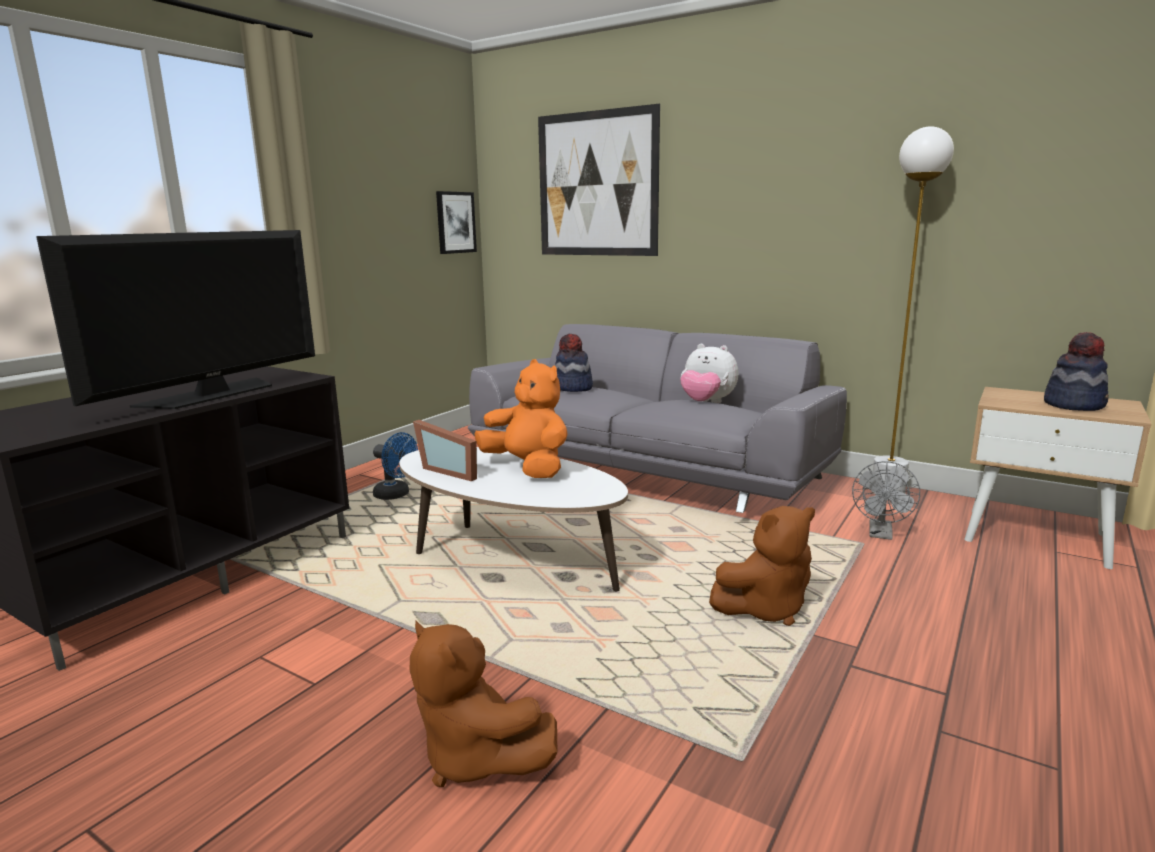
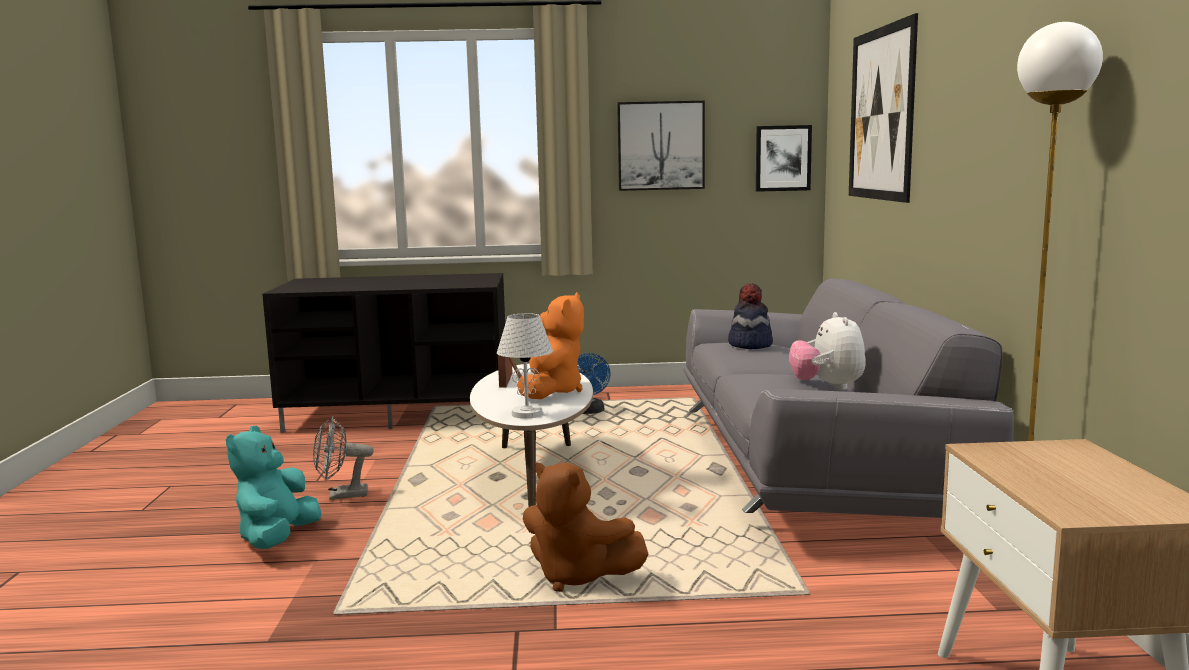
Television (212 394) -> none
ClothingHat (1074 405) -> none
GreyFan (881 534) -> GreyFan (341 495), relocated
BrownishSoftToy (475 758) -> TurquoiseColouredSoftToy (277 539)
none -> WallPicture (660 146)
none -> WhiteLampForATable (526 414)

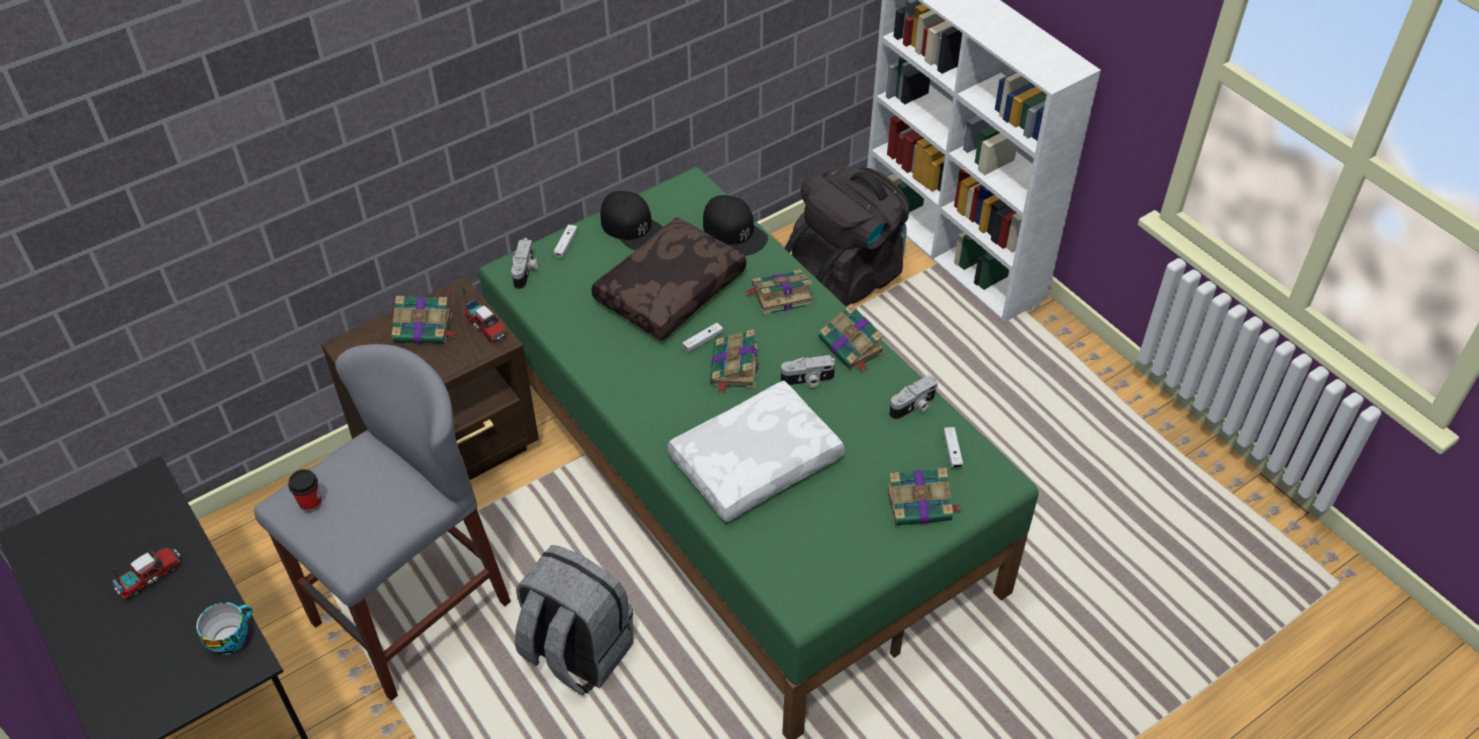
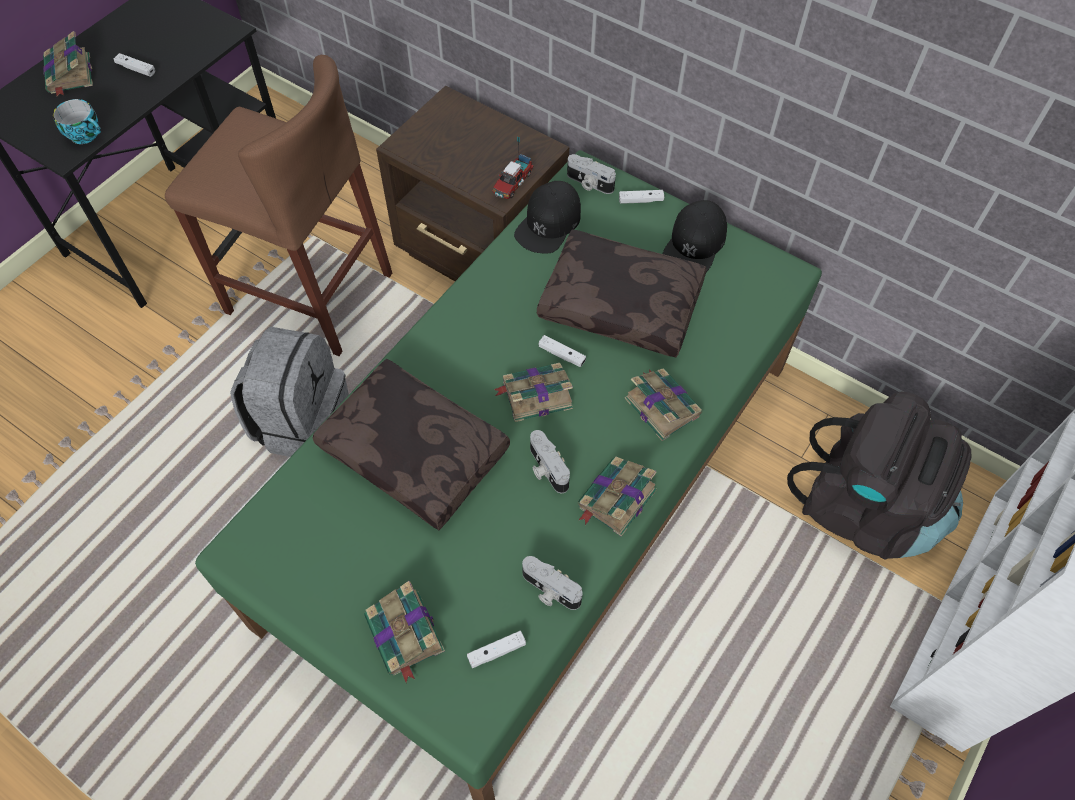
BlackishPeakedCap (734 232) -> BlackishPeakedCap (548 223), relocated
PhotoCamera (526 272) -> PhotoCamera (589 183), 45 degrees clockwise
BoundBook (424 328) -> BoundBook (69 74), relocated
GreySittingStool (410 613) -> BrownishSittingStool (309 293)
WhiteThrowPillow (755 459) -> BrownishThrowPillow (417 451)
SmallCup (310 503) -> none
ToyLorry (150 577) -> WhiteGameController (136 69)

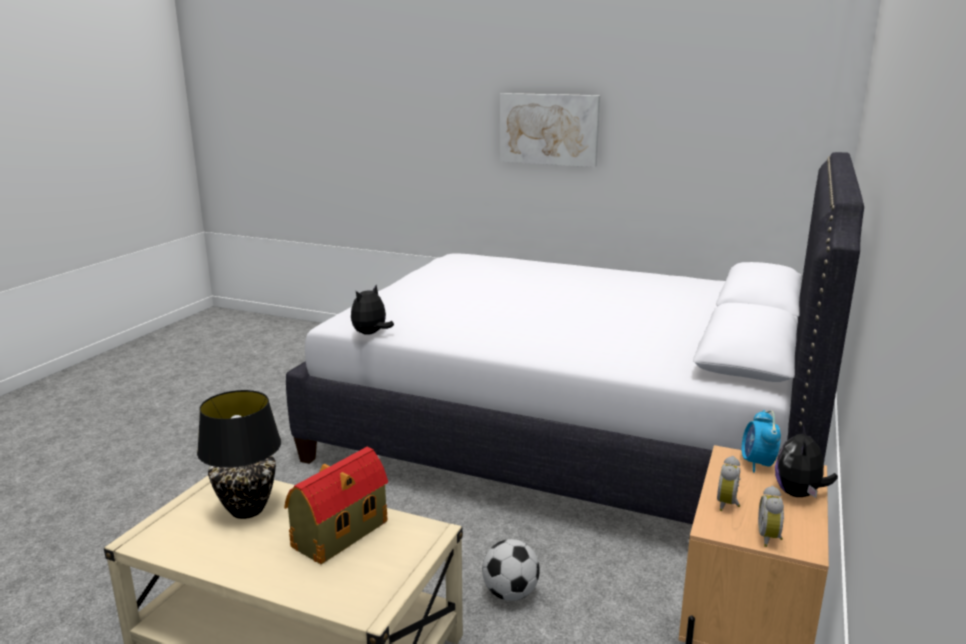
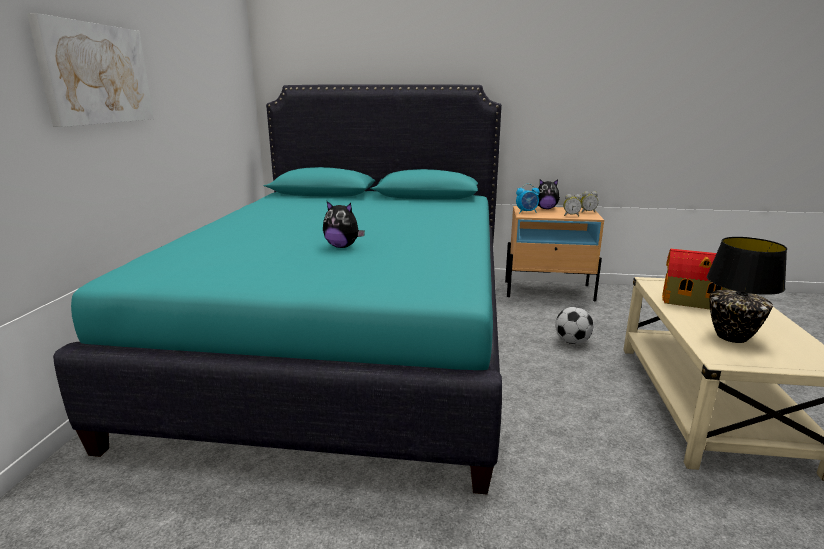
WhiteBed (570 432) -> TurquoiseColouredBed (349 340)
SoftToy (371 334) -> SoftToy (342 246), relocated

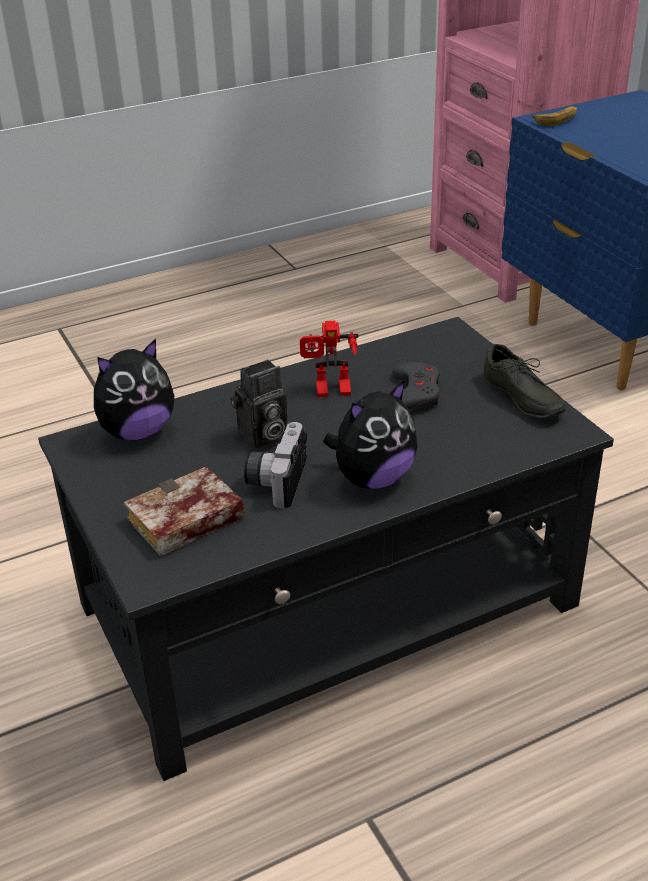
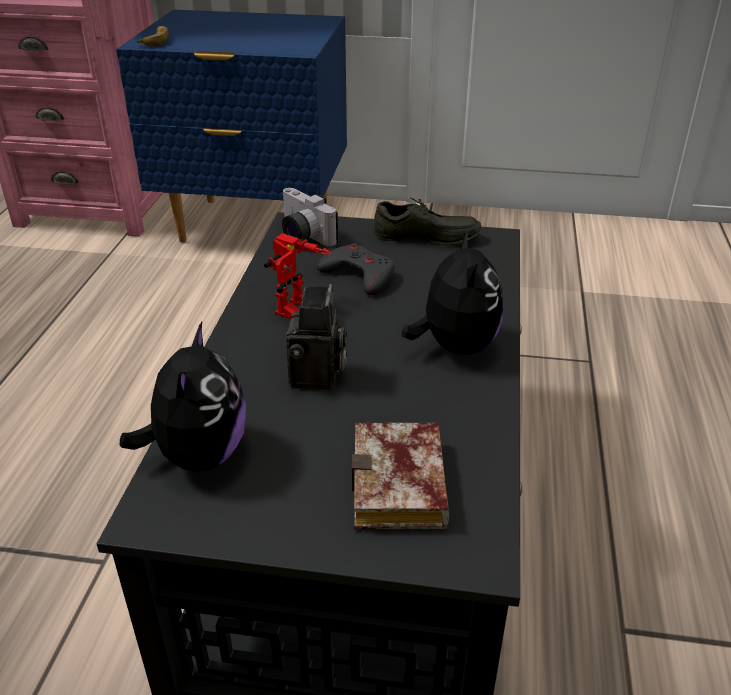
PhotoCamera (276 479) -> PhotoCamera (301 236), relocated

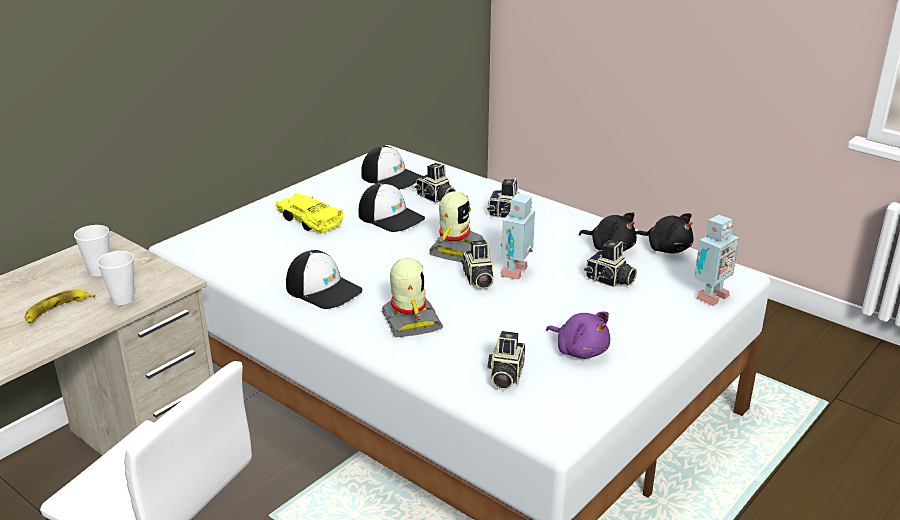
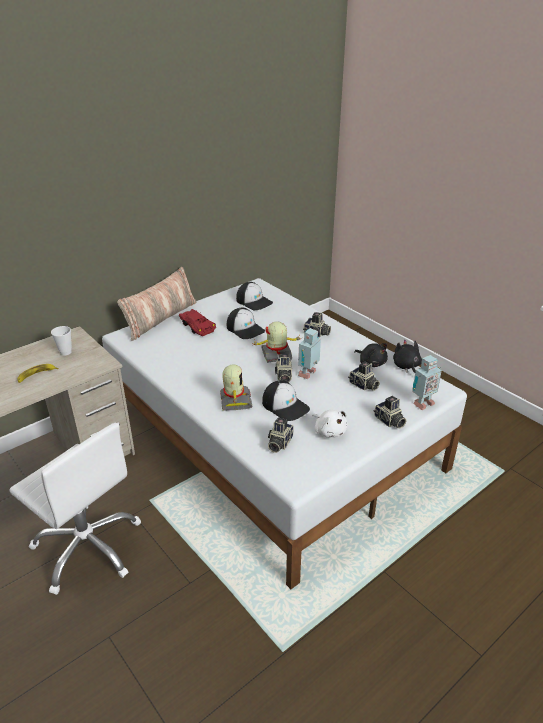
PhotoCamera (436 198) -> PhotoCamera (389 421), relocated
ModelRobot (455 250) -> ModelRobot (276 355), 135 degrees counterclockwise
YellowToyCar (309 220) -> RedColouredToyCar (197 326)
BlackishSoftToy (666 248) -> BlackishSoftToy (406 366), 150 degrees counterclockwise
PeakedCap (324 289) -> PeakedCap (285 406), relocated
SmallCup (123 299) -> none
PurpleSoftToy (580 350) -> WhiteSoftToy (329 431)
none -> ThrowPillow (160 318)

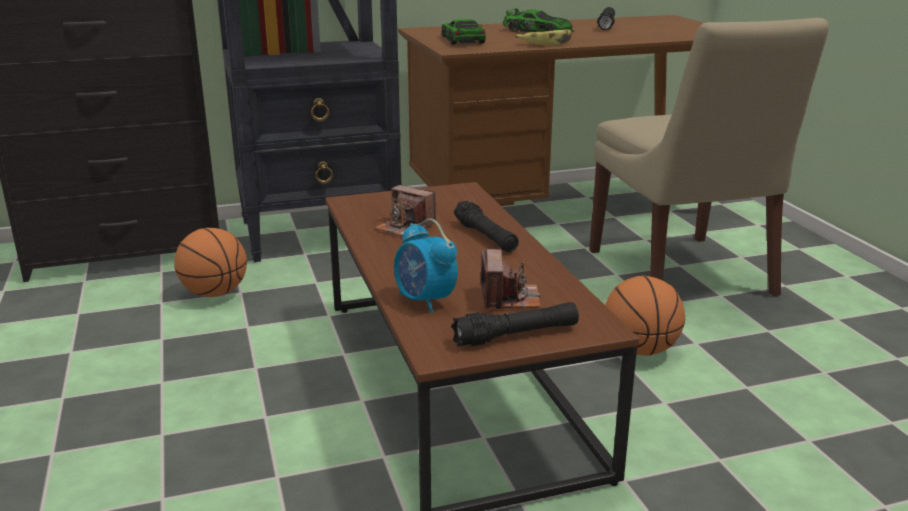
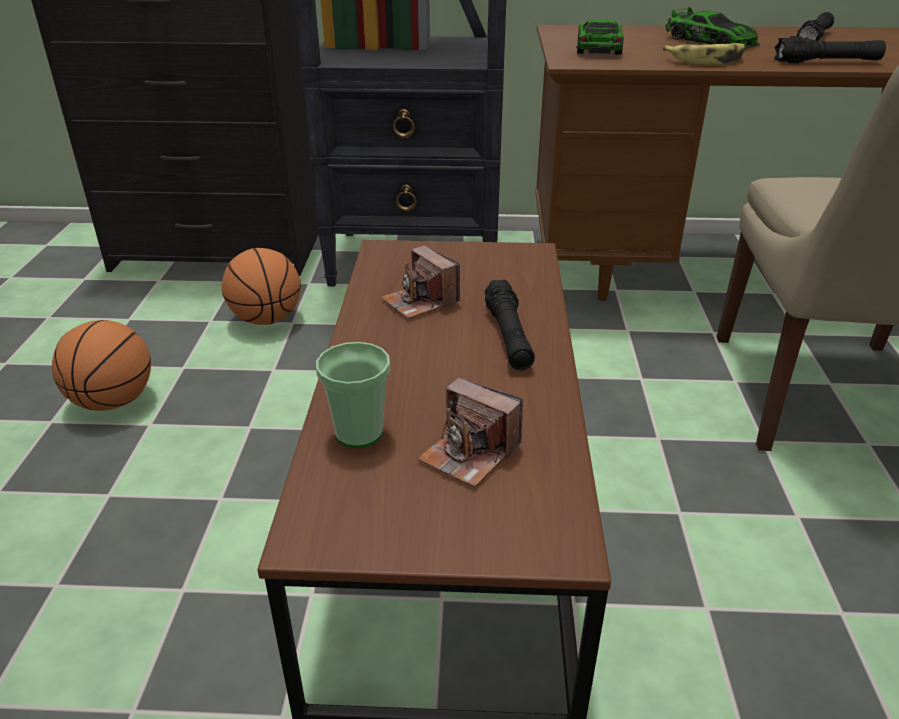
AlarmClock (425 301) -> SmallCup (358 432)
PhotoCamera (509 298) -> PhotoCamera (469 454), 105 degrees clockwise
BallForBasketball (640 350) -> BallForBasketball (113 402), relocated
BlackishTorch (516 335) -> BlackishTorch (827 62), relocated

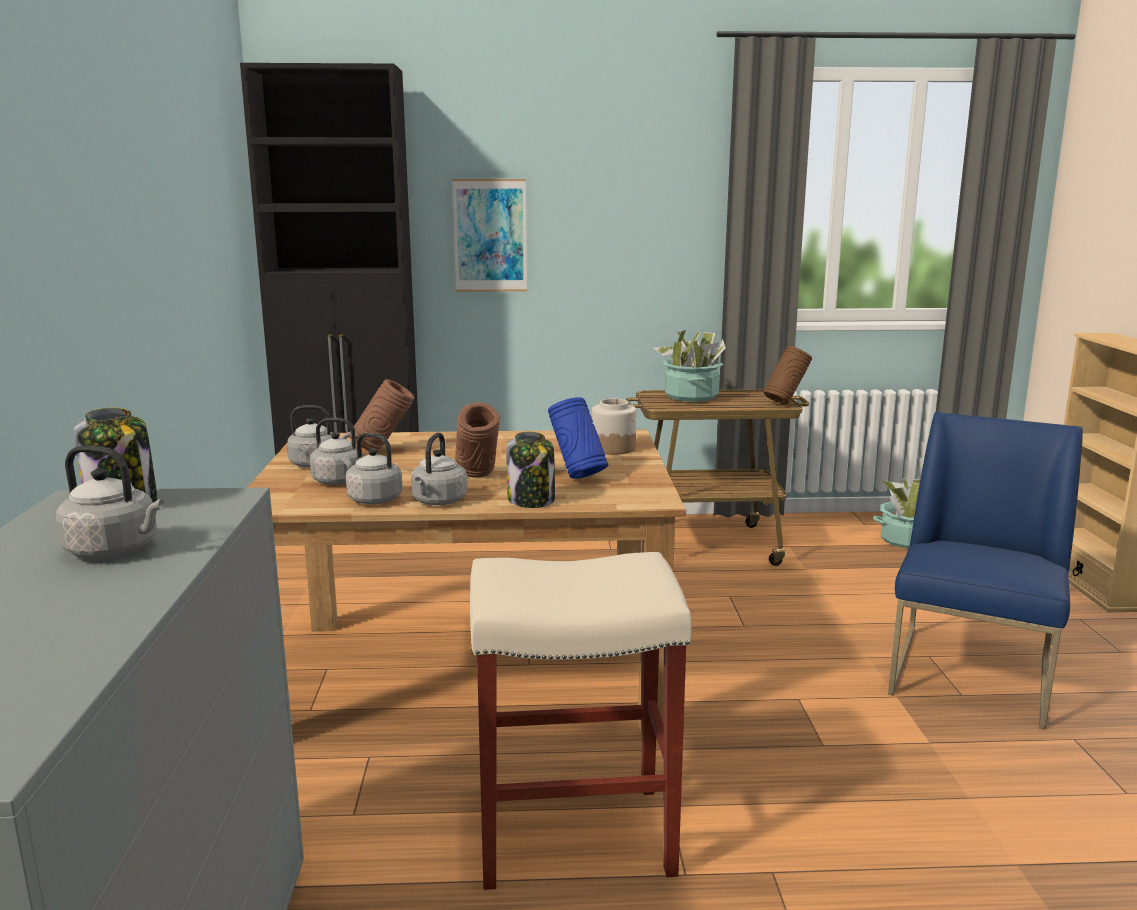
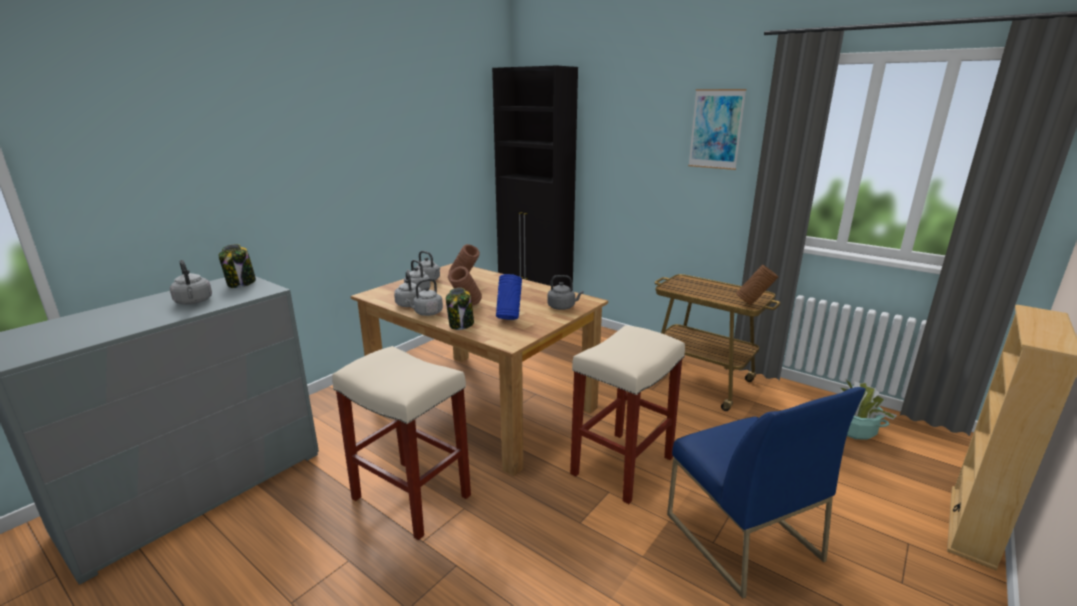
WallPicture (490 235) -> WallPicture (716 129), relocated
PottedPlant (691 396) -> none
Jar (613 448) -> GreyKettle (563 307)
BluePlainChair (972 677) -> BluePlainChair (740 536), 90 degrees clockwise
none -> BeigeColouredSittingStool (622 467)

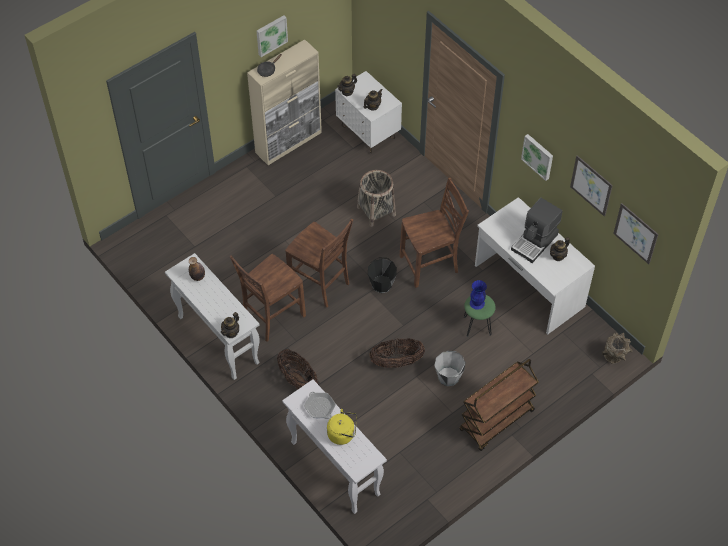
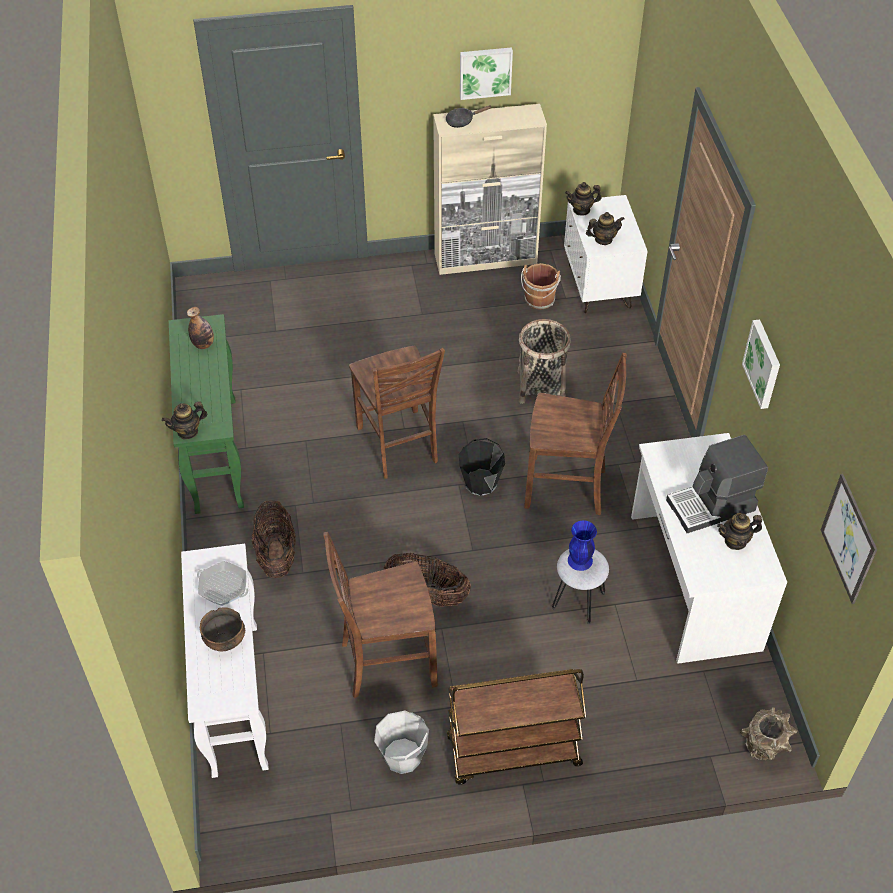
WallPicture (591 185) -> none
WhiteHallTable (217 339) -> GreenishHallTable (215 454)
BrownishPlainChair (271 317) -> BrownishPlainChair (386 662), relocated
GreenishSittingStool (477 325) -> GreySittingStool (578 600)
GreyPail (448 377) -> GreyPail (403 757), relocated
Skillet (320 407) -> Skillet (223 587), 60 degrees counterclockwise
YellowKettle (343 434) -> Bowl (225 640)
none -> BrownishPail (539 300)

